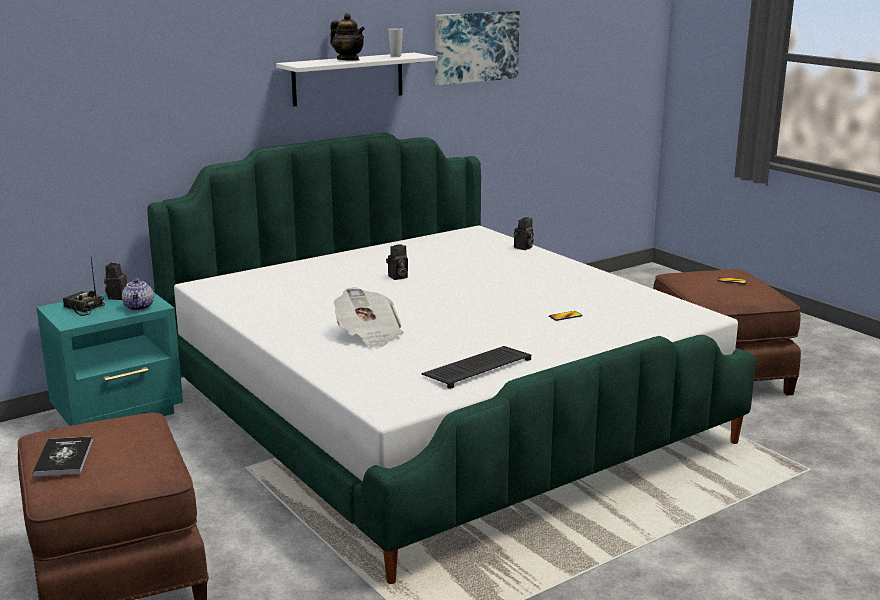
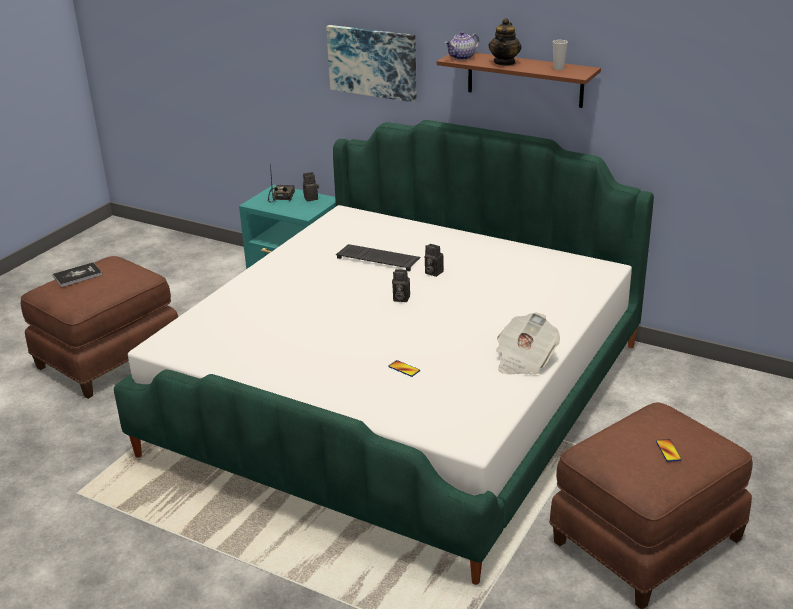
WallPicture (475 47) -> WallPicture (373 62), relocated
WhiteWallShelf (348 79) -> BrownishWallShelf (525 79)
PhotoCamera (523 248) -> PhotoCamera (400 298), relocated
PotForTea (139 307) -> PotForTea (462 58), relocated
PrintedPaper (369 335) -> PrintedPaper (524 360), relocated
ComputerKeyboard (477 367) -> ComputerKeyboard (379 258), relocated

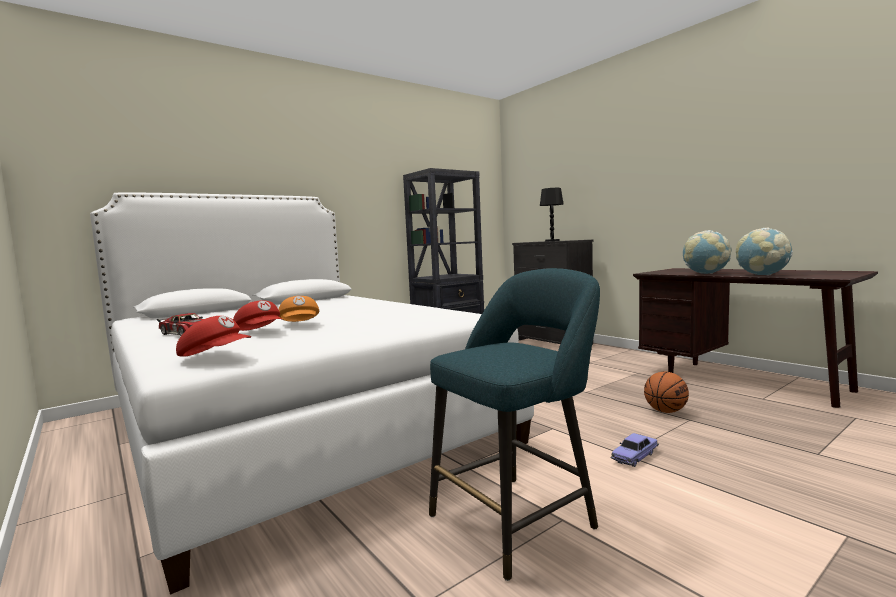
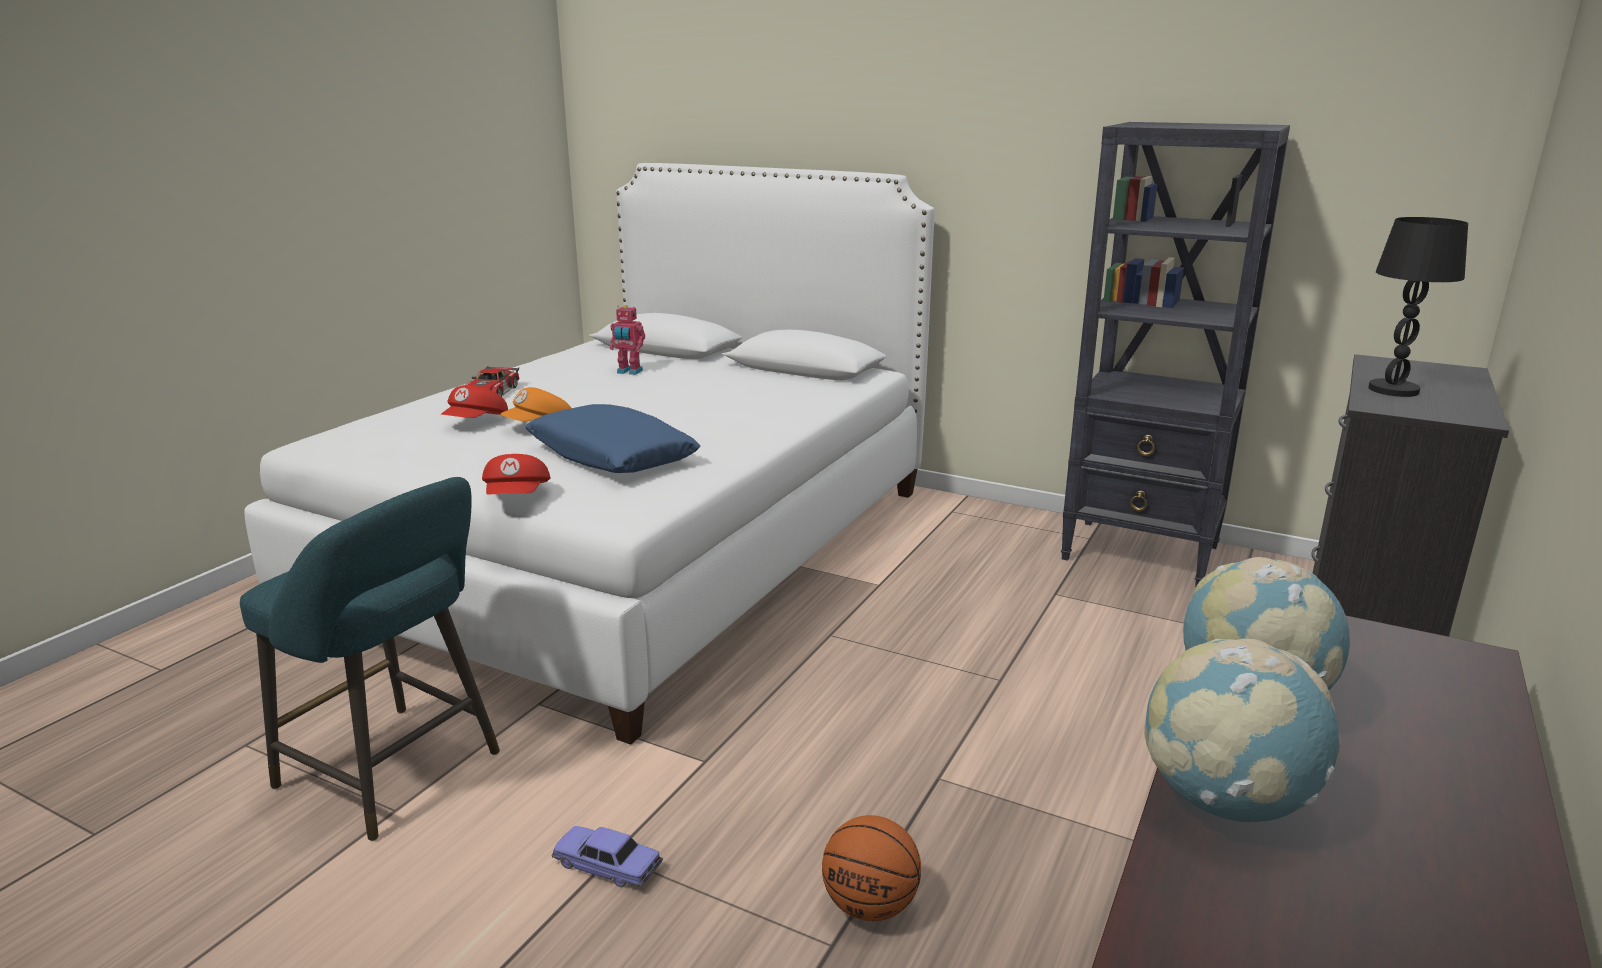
RedColouredPeakedCap (216 355) -> RedColouredPeakedCap (518 497), relocated
none -> ModelRobot (629 372)
none -> BlueThrowPillow (611 456)

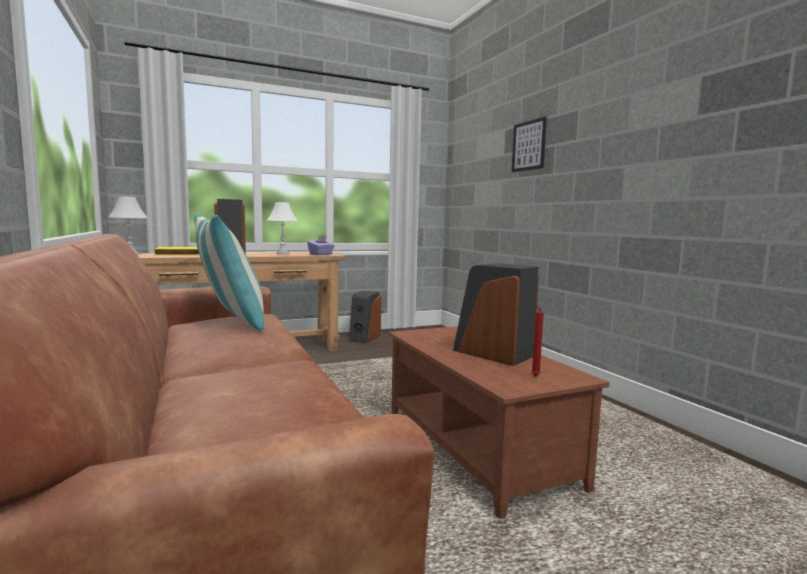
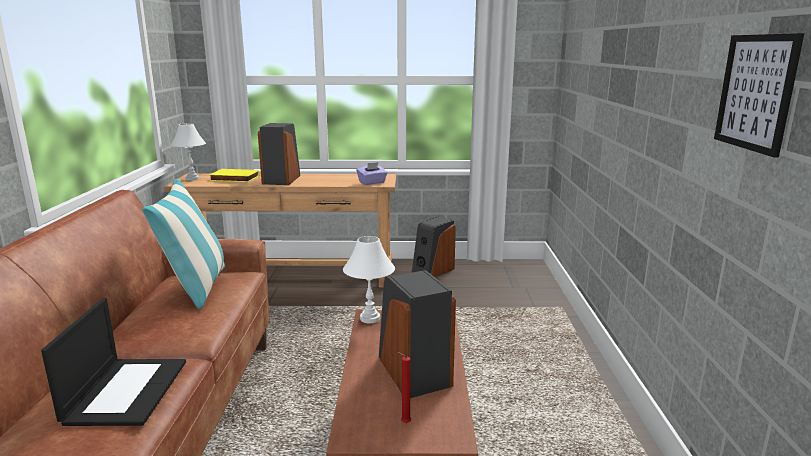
WallPicture (528 145) -> WallPicture (755 92), relocated
WhiteLampForATable (283 254) -> WhiteLampForATable (370 318), relocated
none -> PortableComputer (126 390)

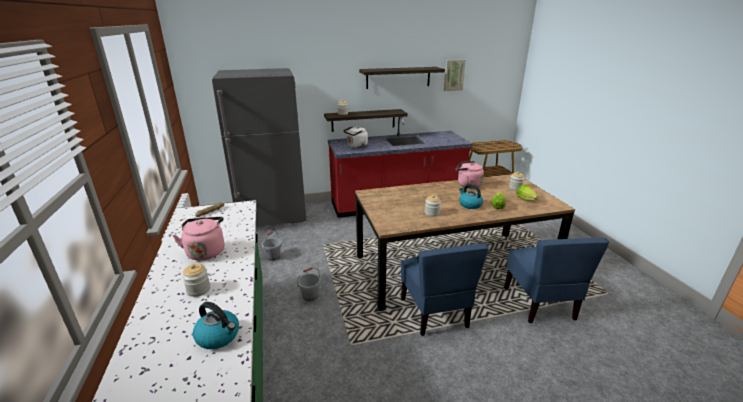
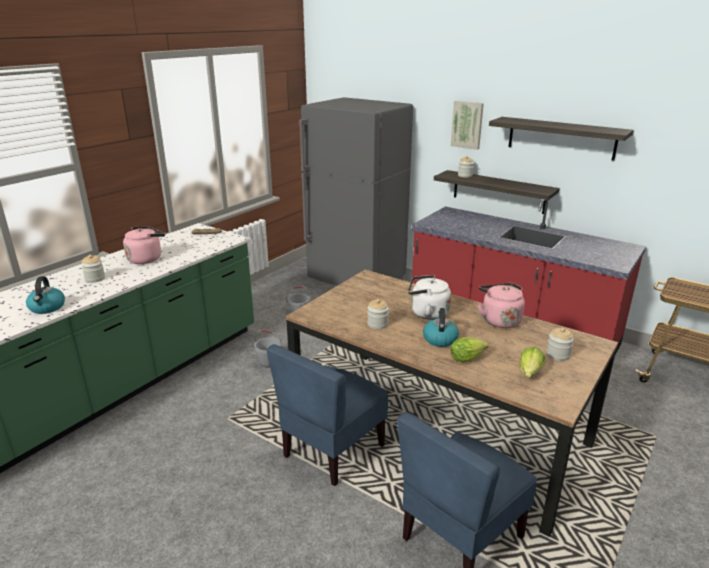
WallPicture (453 75) -> WallPicture (467 124), relocated
WhiteKettle (356 146) -> WhiteKettle (427 313), relocated

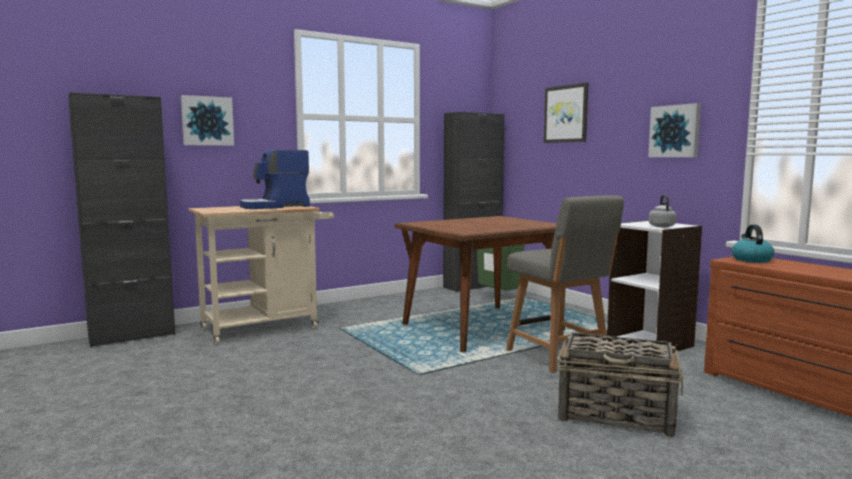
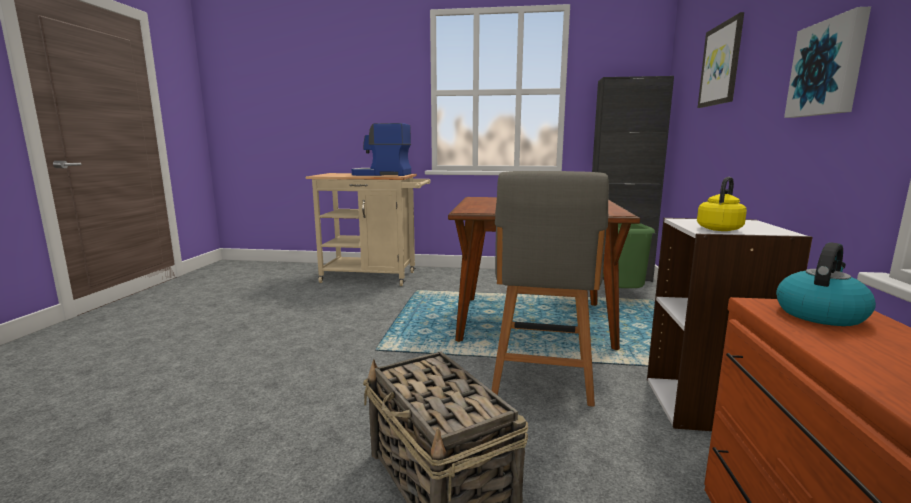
BlackishCabinet (132 336) -> none
WallPicture (207 121) -> none
GreyKettle (661 226) -> YellowKettle (720 229)

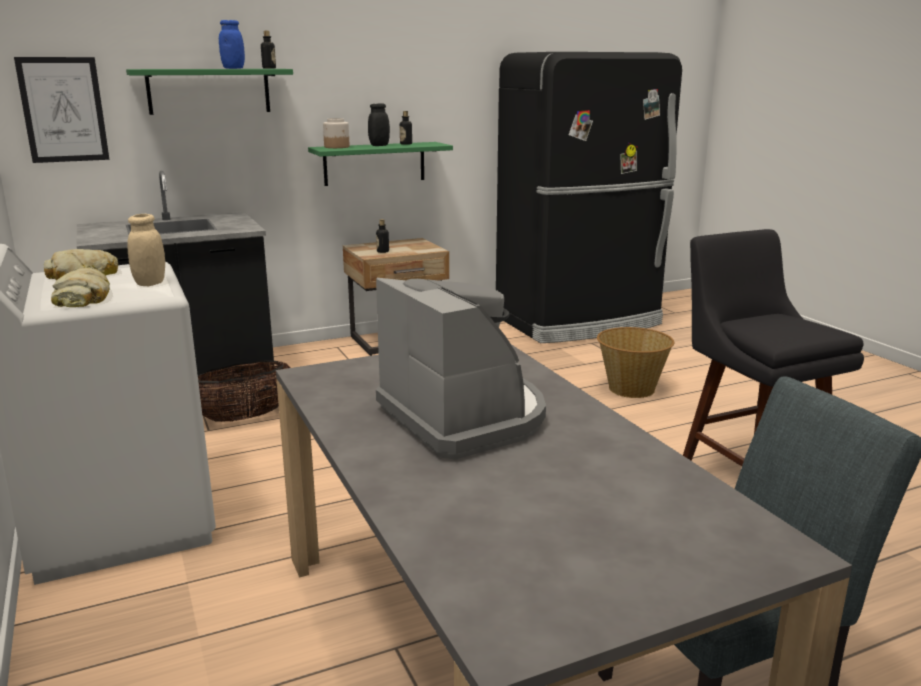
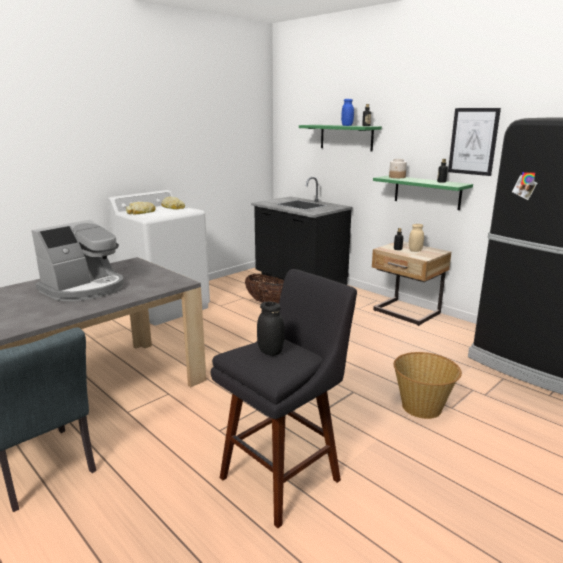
WallPicture (63 110) -> WallPicture (473 141), relocated
BlackishJar (379 145) -> BlackishJar (270 352), relocated
BeigeColouredJar (150 283) -> BeigeColouredJar (415 250), relocated

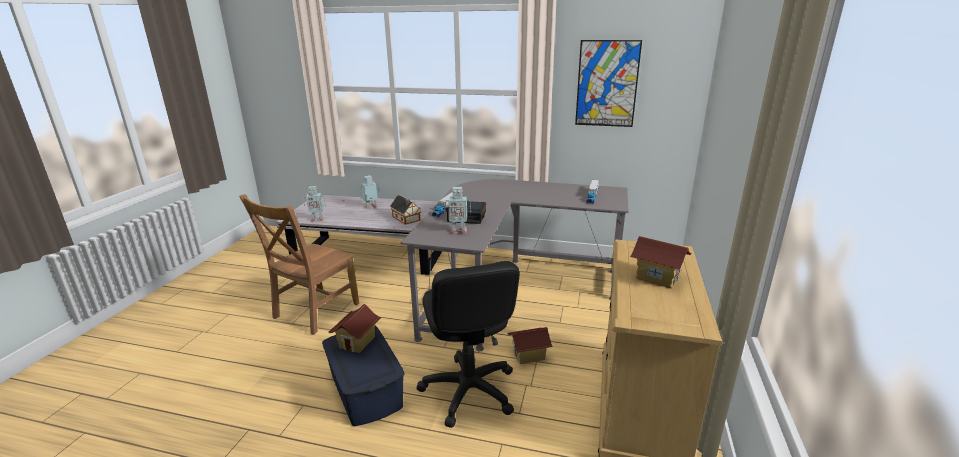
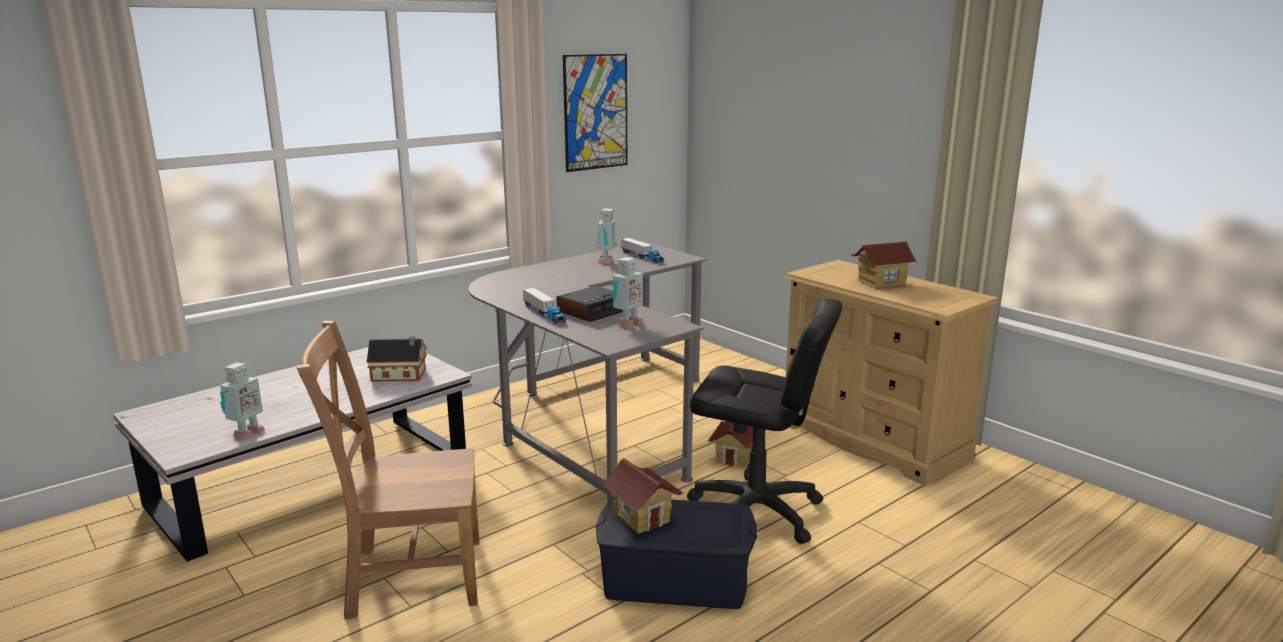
ModelRobot (371 207) -> ModelRobot (607 261), relocated
BrownishPlainChair (313 312) -> BrownishPlainChair (409 577), 105 degrees clockwise

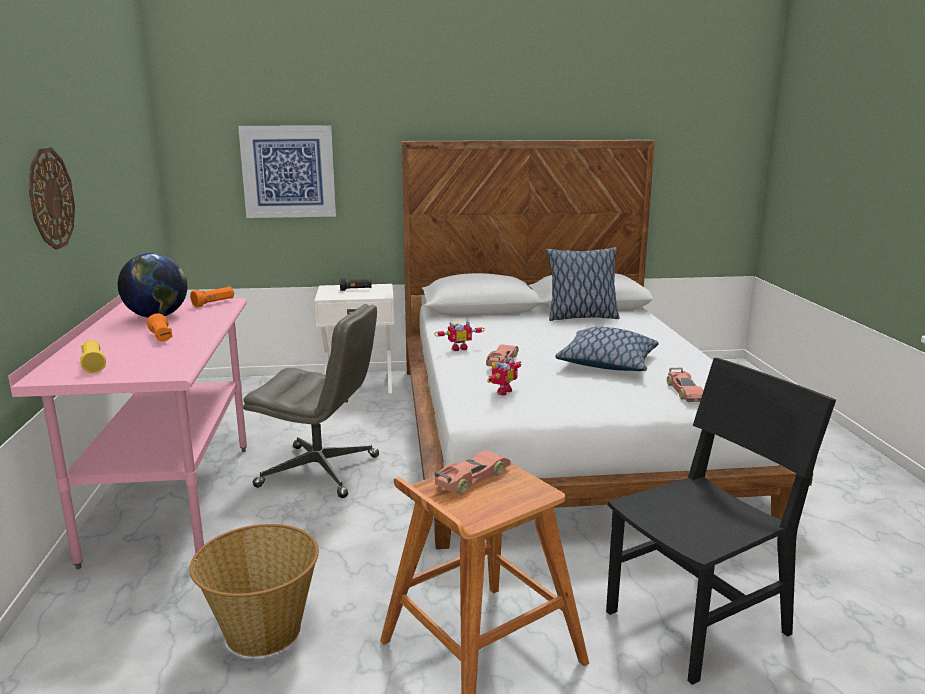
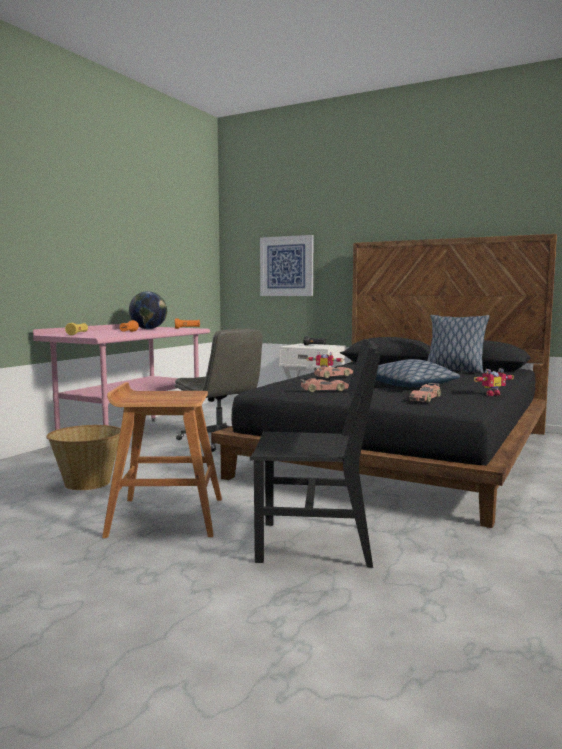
WhiteBed (560 433) -> BlackishBed (403 453)
ClockOnTheWall (50 198) -> none
ModelRobot (501 391) -> ModelRobot (491 394), relocated
ToyCar (472 479) -> ToyCar (325 390), relocated

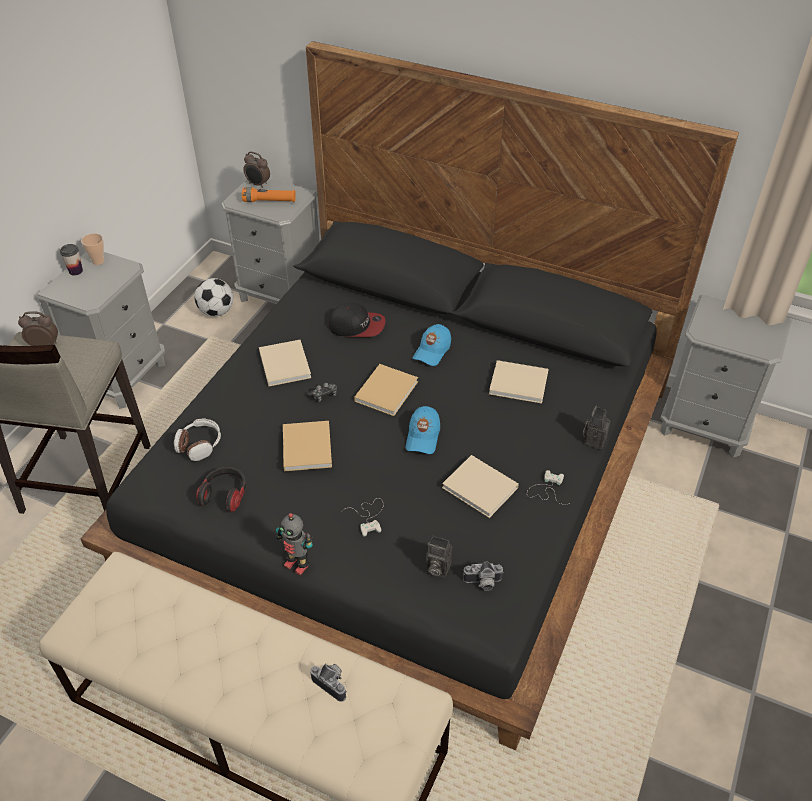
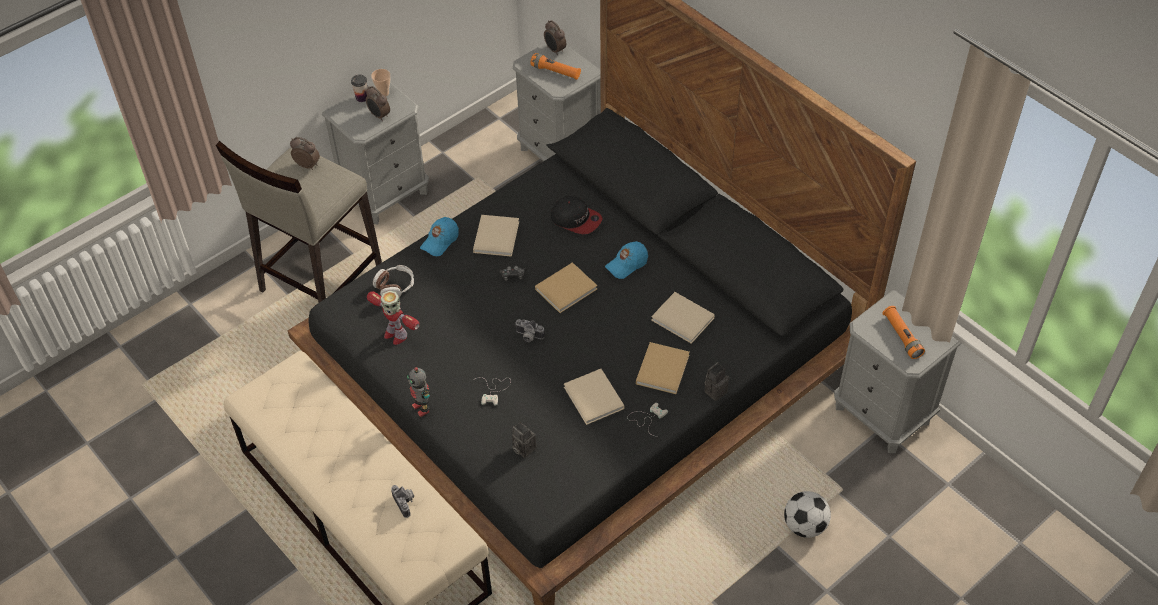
FootballBall (216 311) -> FootballBall (805 526), relocated
BluePeakedCap (423 436) -> BluePeakedCap (440 241), relocated
BeigeColouredBoundBook (307 446) -> BeigeColouredBoundBook (663 368), relocated
Headphones (225 495) -> ModelRobot (395 334)
PhotoCamera (483 583) -> PhotoCamera (528 336), relocated
none -> AlarmClock (379 116)
none -> OrangeyTorch (902 336)

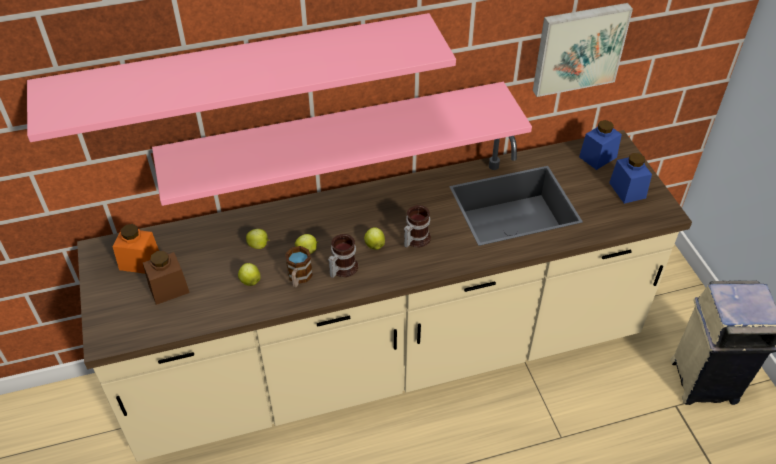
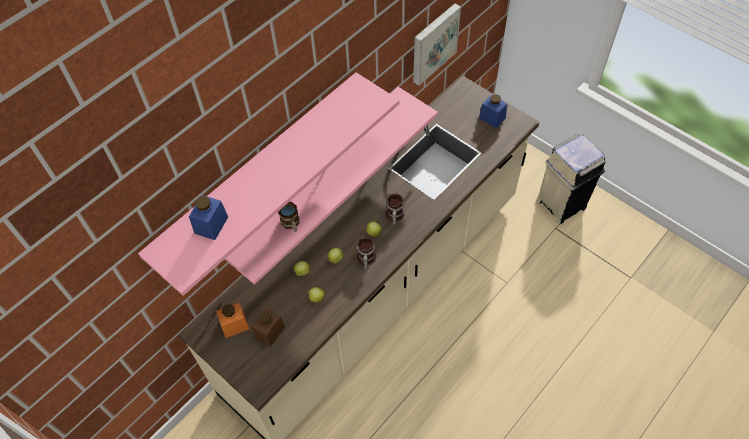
BlueJar (597 157) -> BlueJar (211 225), relocated
TeaMug (299 278) -> TeaMug (291 224), relocated

